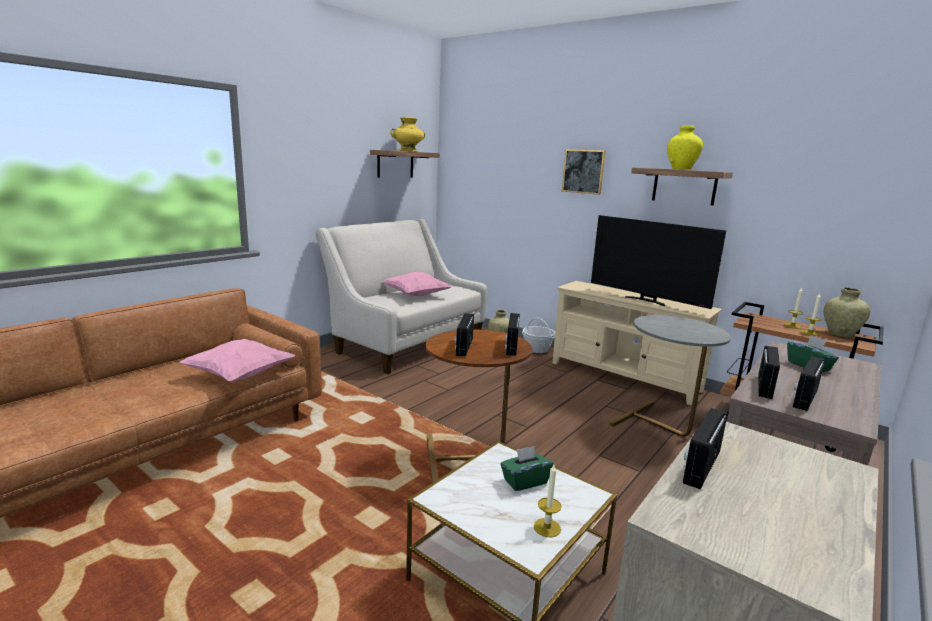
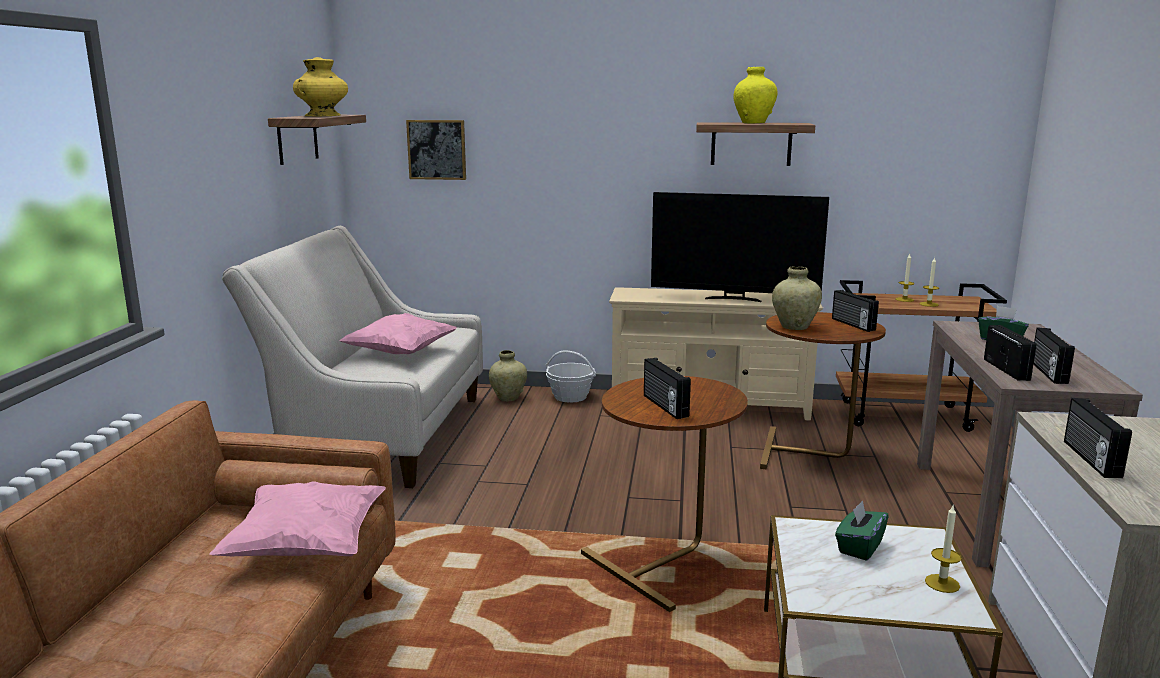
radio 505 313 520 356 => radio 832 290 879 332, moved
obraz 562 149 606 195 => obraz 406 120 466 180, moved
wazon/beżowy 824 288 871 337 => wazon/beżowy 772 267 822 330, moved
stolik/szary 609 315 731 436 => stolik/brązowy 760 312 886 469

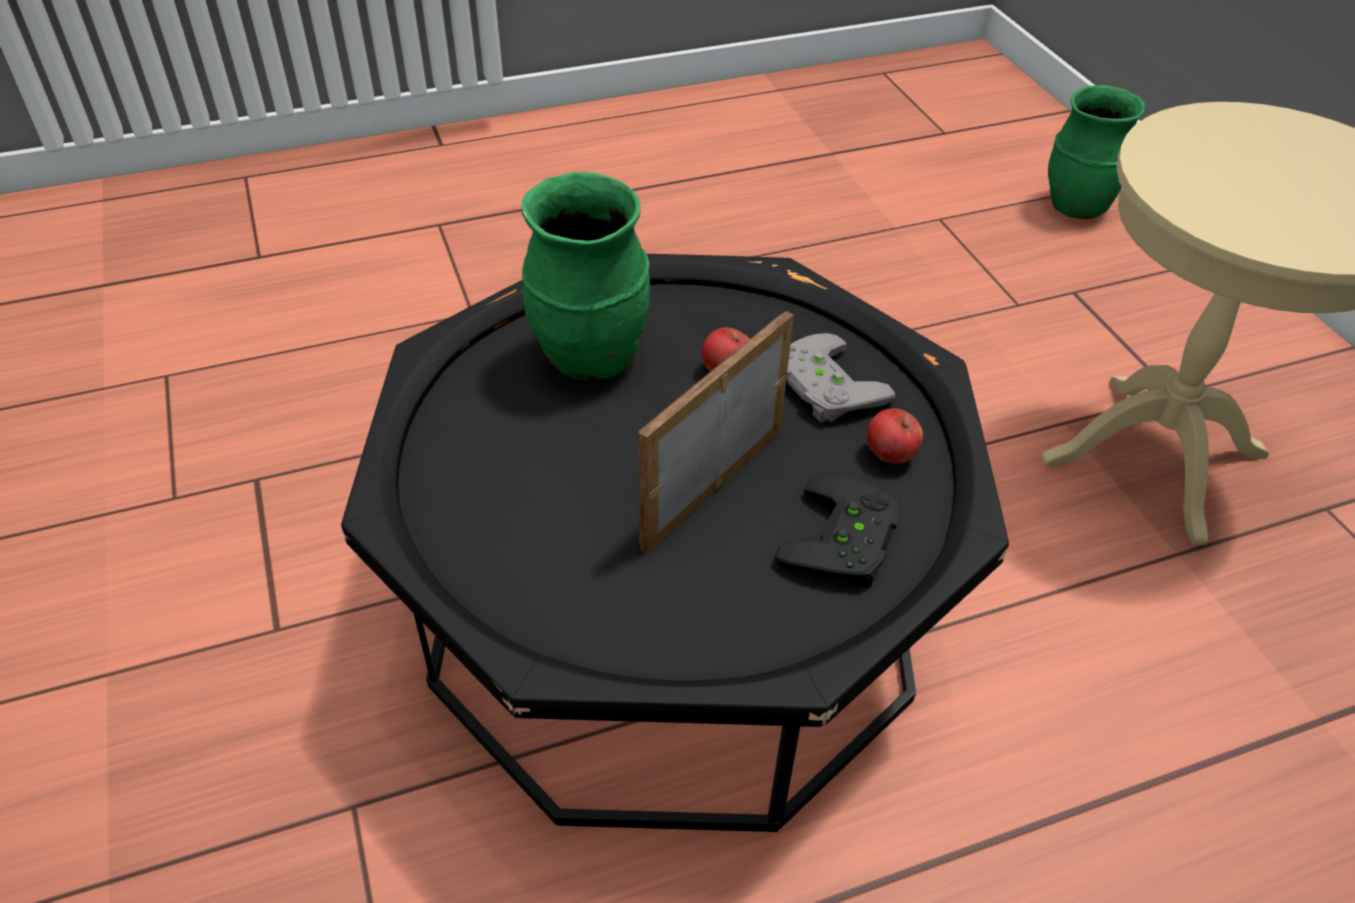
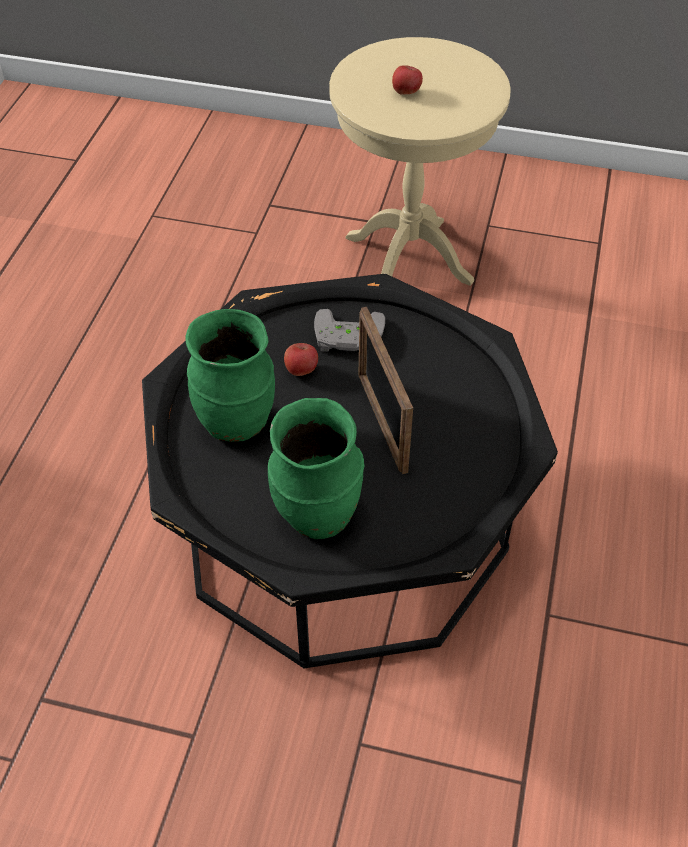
pad do gier/czarny 774 475 898 587 => nothing
jabłko 866 408 923 463 => jabłko 392 65 423 95, moved
wazon/zielony 1048 85 1145 219 => wazon/zielony 268 398 365 539, moved

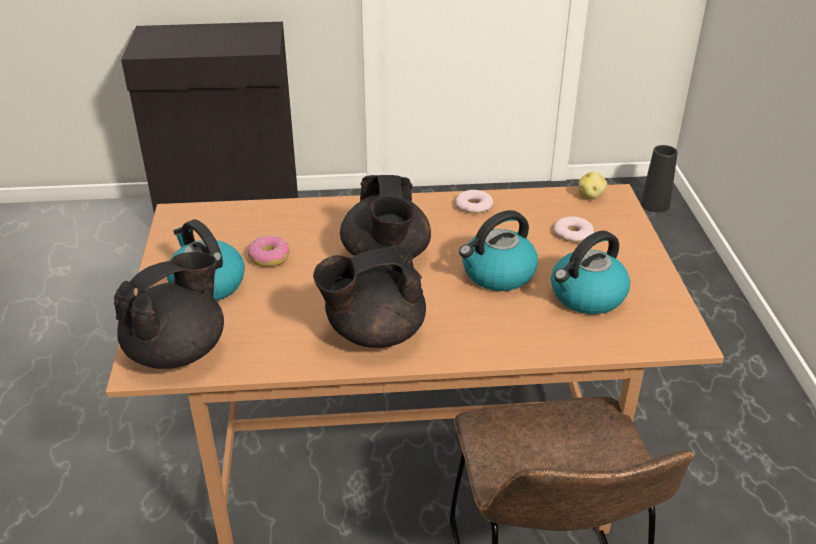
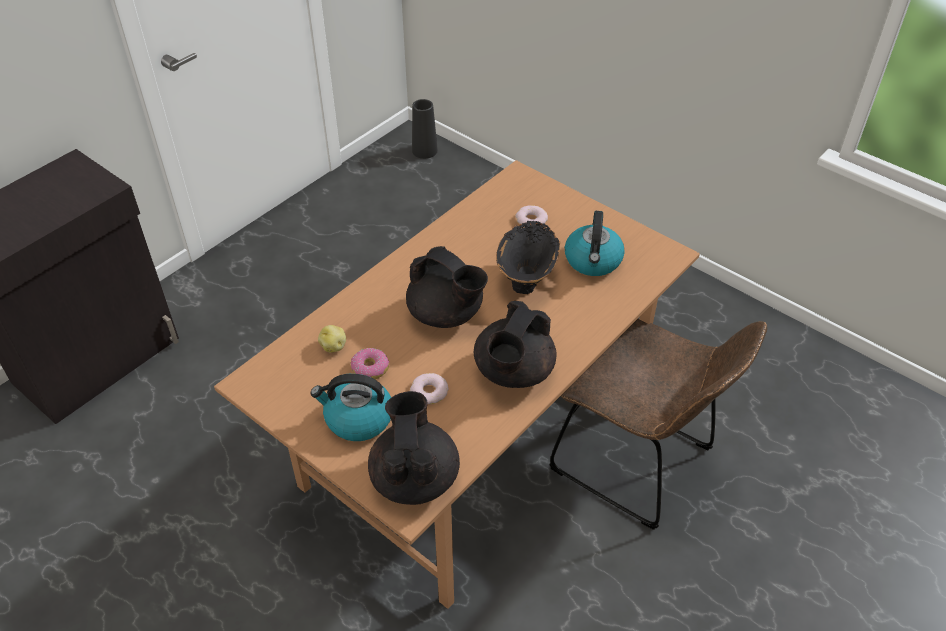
donut 455 190 493 214 => donut 410 373 449 404, moved
ziemniak 579 172 607 199 => ziemniak 318 325 346 353, moved
czajnik 459 210 538 291 => wazon/czarny 496 221 561 294

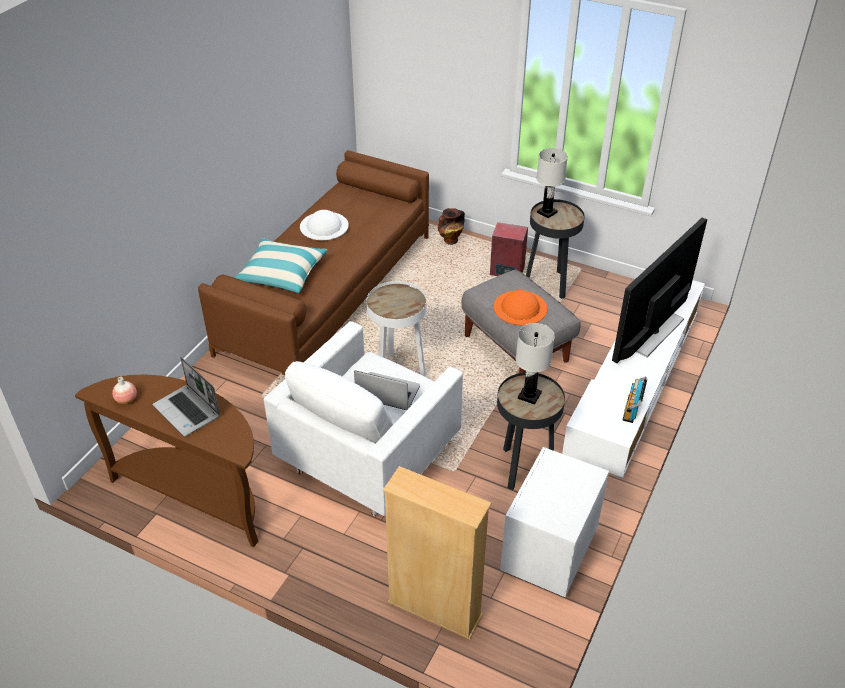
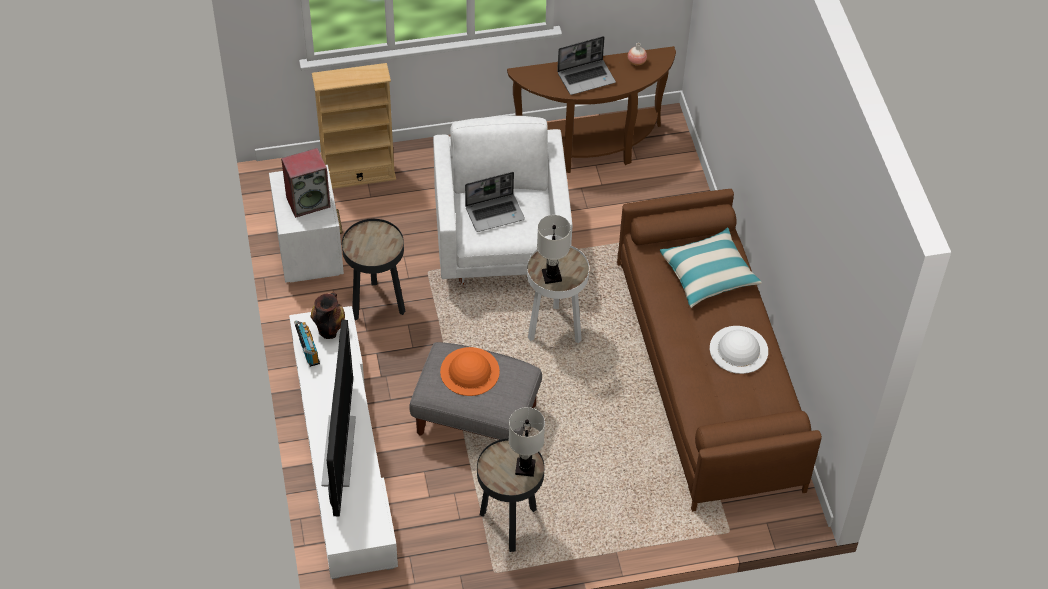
wazon 438 208 465 245 => wazon 311 292 345 339, moved
głośnik 490 222 528 276 => głośnik 281 148 331 218, moved
lampa stołowa/biały 516 323 555 405 => lampa stołowa/biały 537 215 571 284, moved
laptop 153 357 220 437 => laptop 557 36 616 95, 150 degrees clockwise

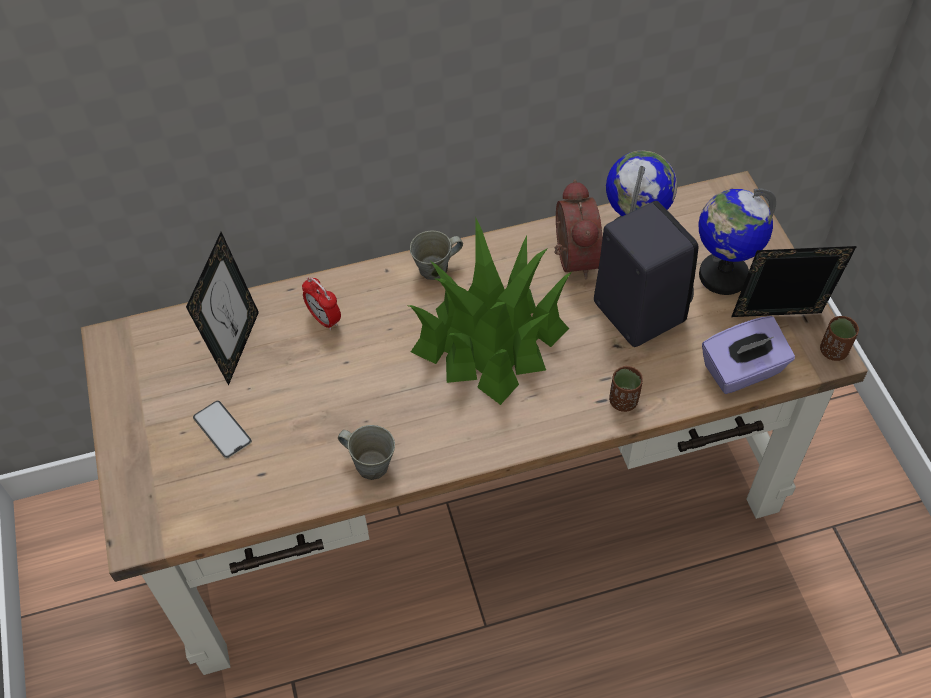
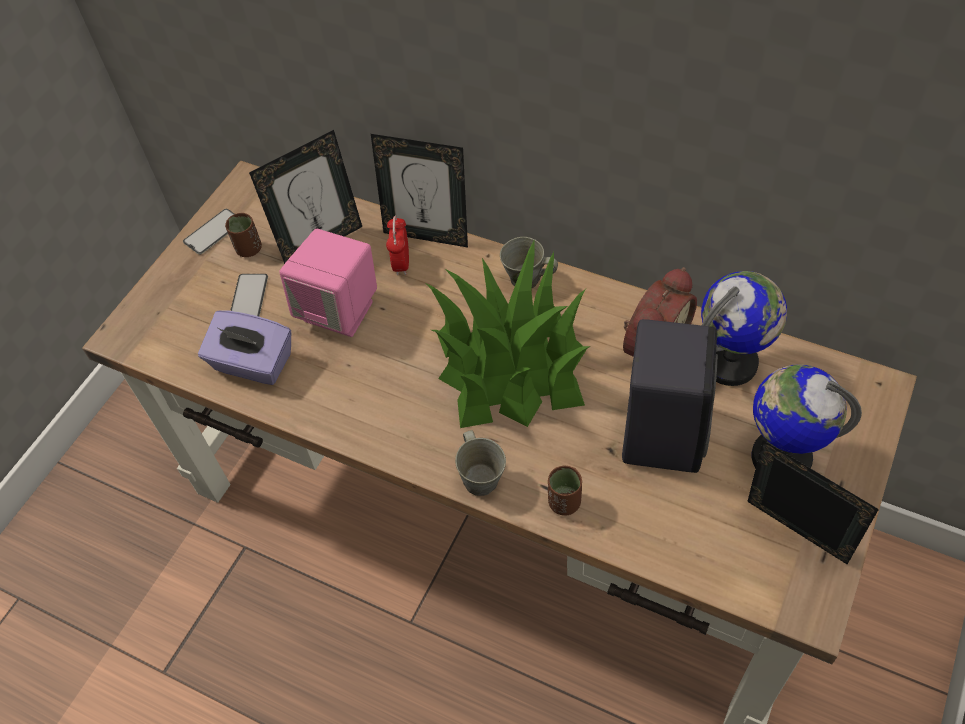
nothing => telefon 183 209 234 255
nothing => głośnik/różowy 279 229 377 337
nothing => ramka na zdjęcie 371 134 468 248
kubek/szary 338 425 395 480 => kubek/szary 455 430 506 496, moved
pudełko chusteczek/fioletowy 702 316 795 394 => pudełko chusteczek/fioletowy 198 310 291 385, moved
filiżanka/brązowy 820 316 859 361 => filiżanka/brązowy 225 213 262 257, moved

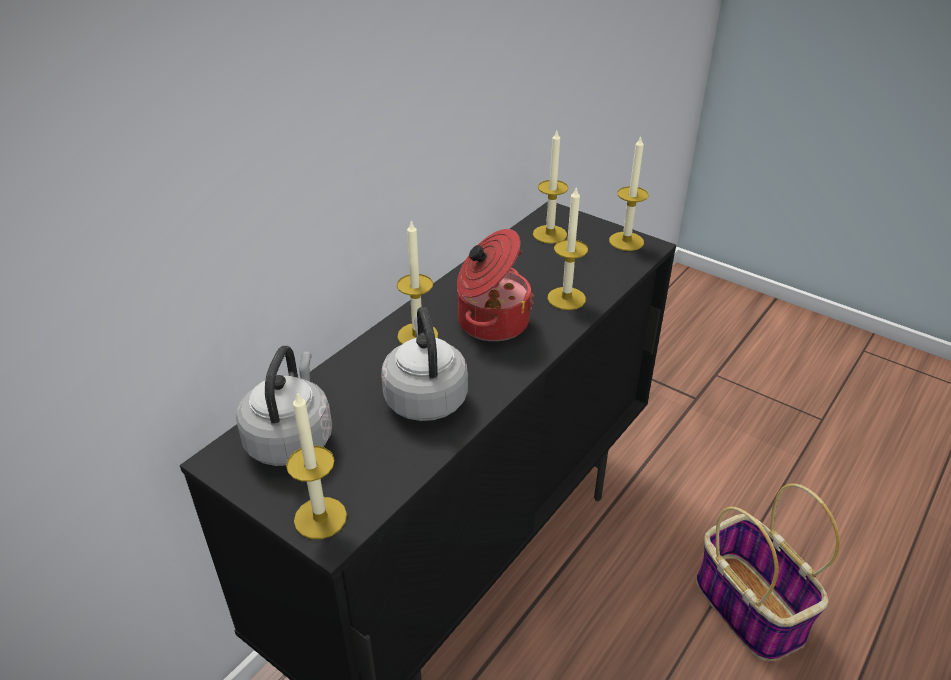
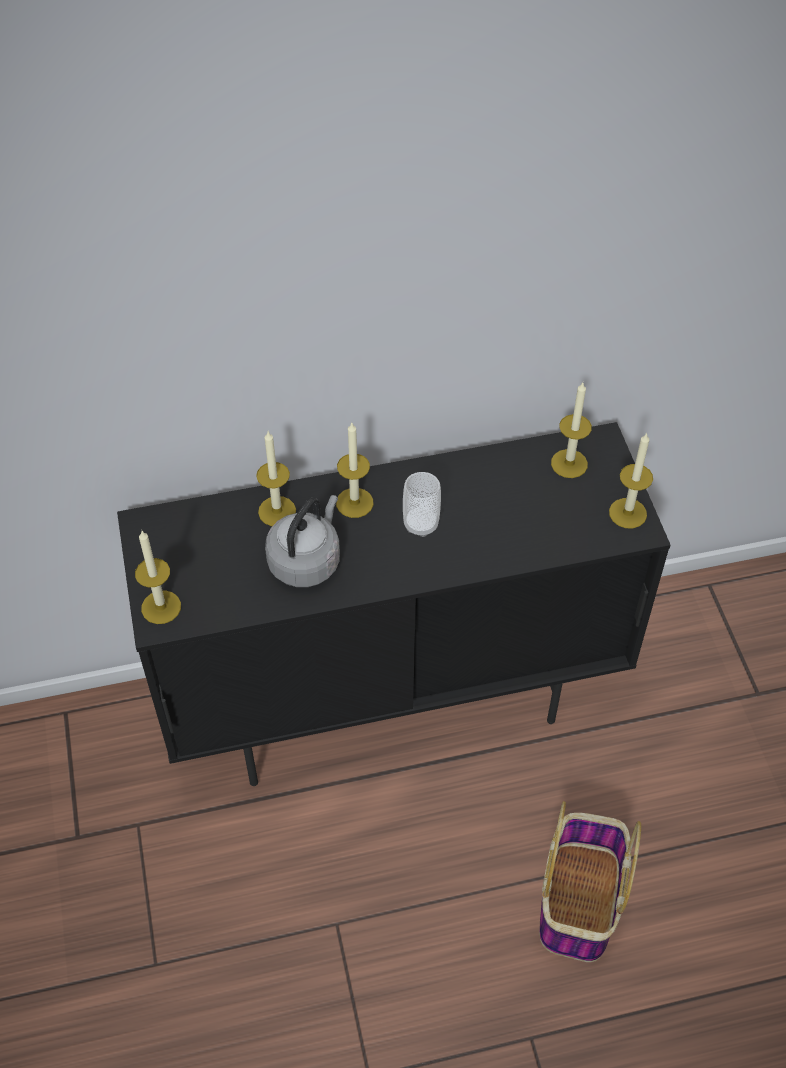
czajnik/szary 236 346 332 466 => nothing
świeca 548 186 588 310 => świeca 256 432 296 526, moved
garnek 457 229 534 341 => filiżanka 403 472 441 537

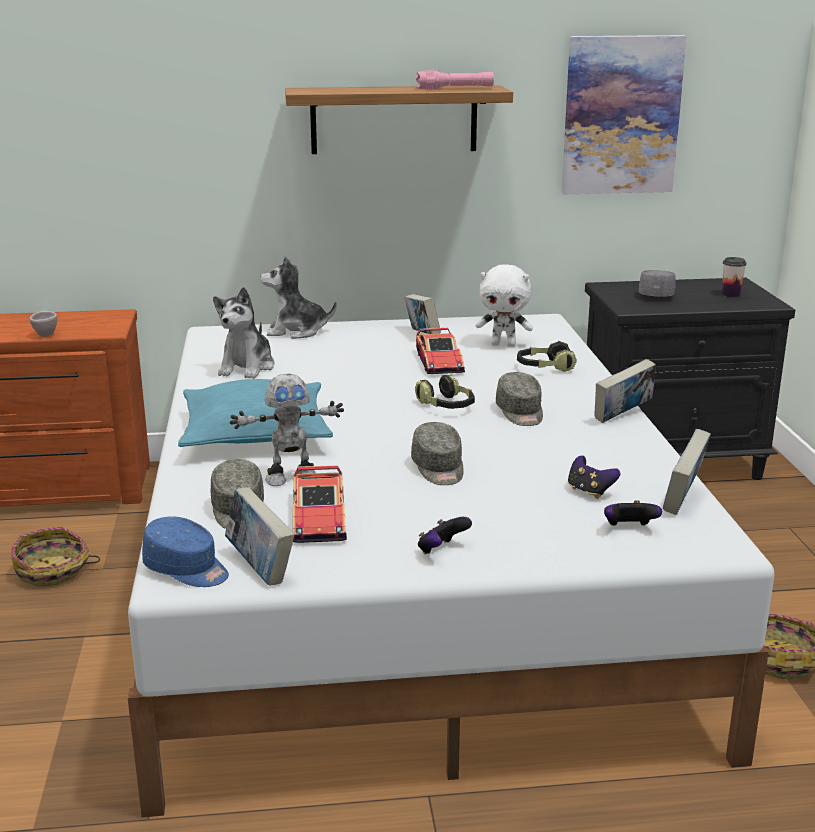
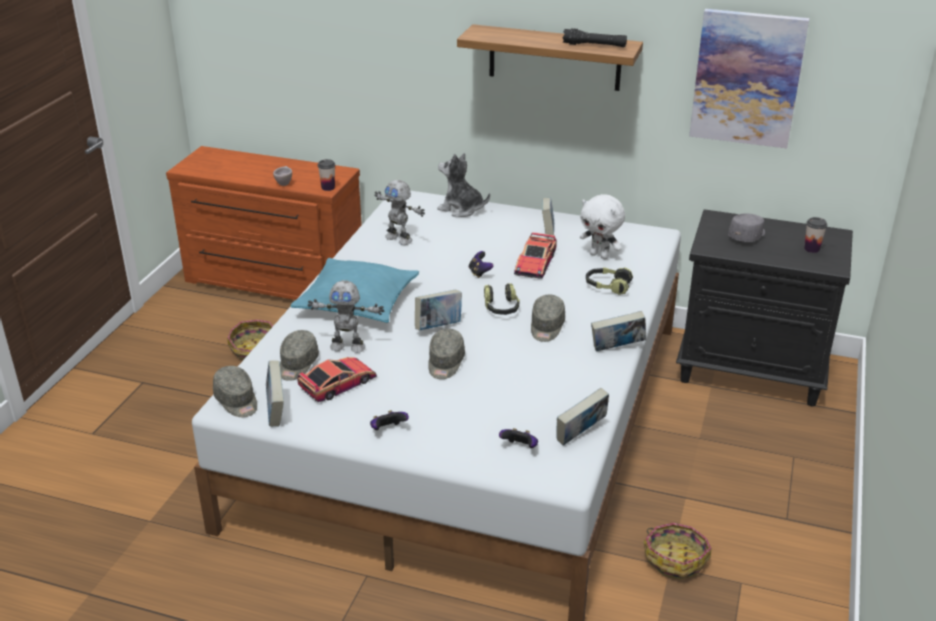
nothing => filiżanka 318 159 335 191
nothing => książka 415 290 462 330
pad do gier 568 456 620 499 => pad do gier 469 251 493 278, moved
pluszak 213 287 275 379 => robot zabawkowy 374 180 425 245
czapka z daszkiem/niebieski 142 516 229 587 => czapka z daszkiem/szary 213 366 257 417
latarka/różowy 416 70 494 90 => latarka/czarny 562 28 627 47
samochodzik 293 465 347 543 => samochodzik 297 357 377 402, 150 degrees counterclockwise

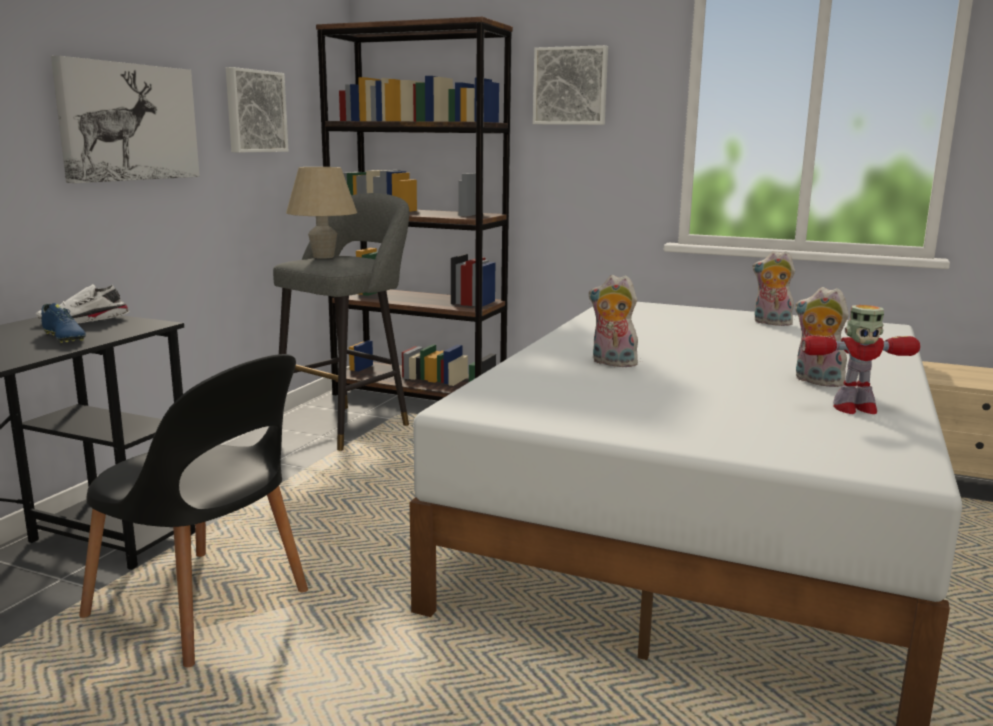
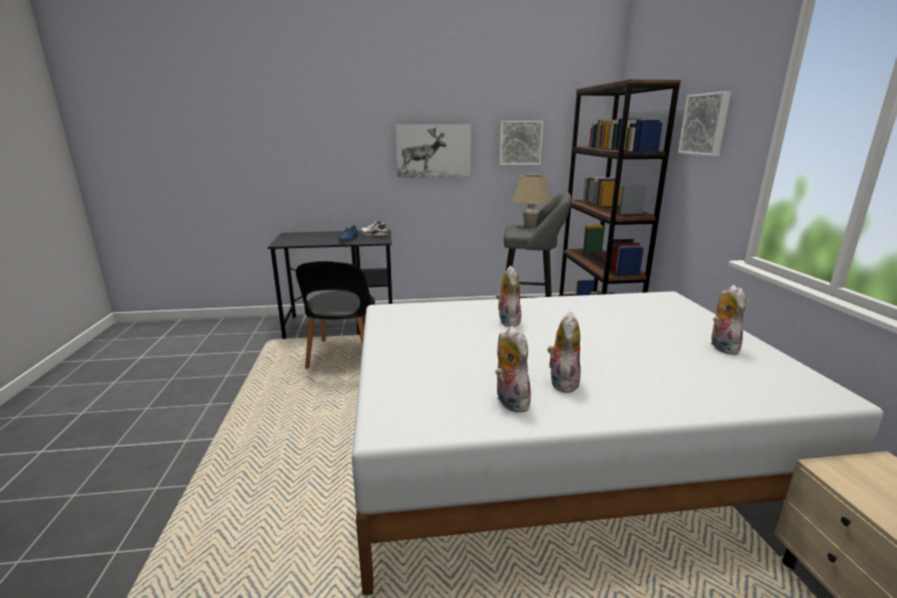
robot zabawkowy 801 305 920 414 => pluszak 495 326 531 412

